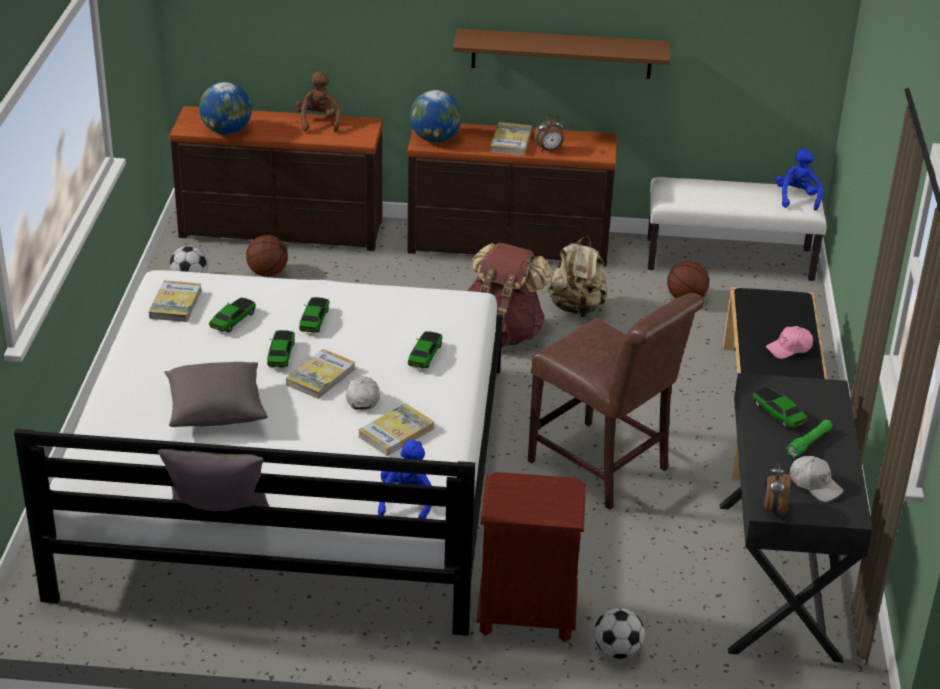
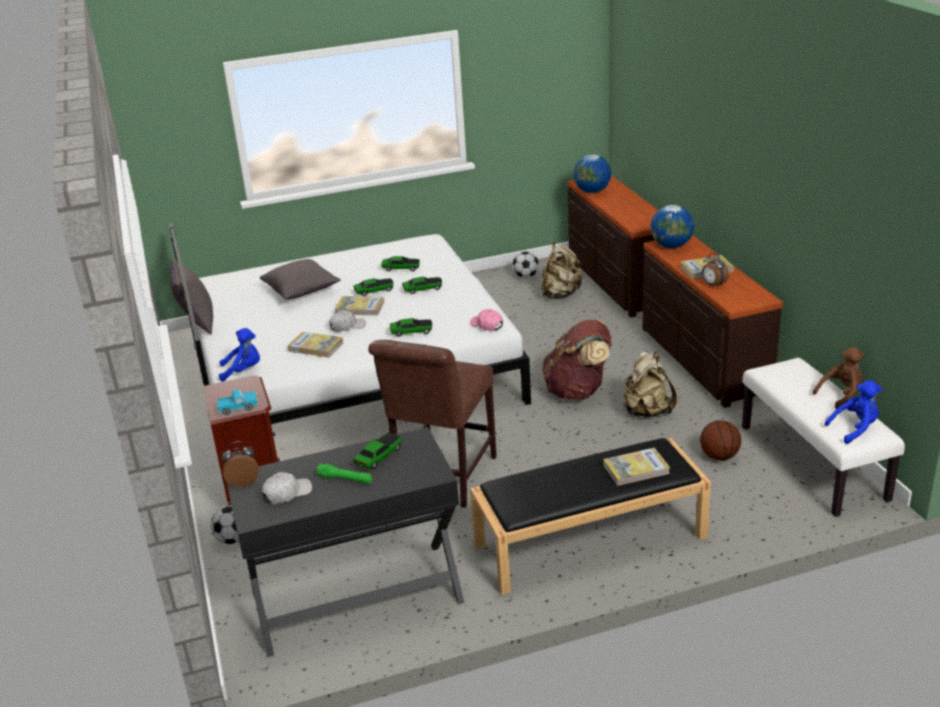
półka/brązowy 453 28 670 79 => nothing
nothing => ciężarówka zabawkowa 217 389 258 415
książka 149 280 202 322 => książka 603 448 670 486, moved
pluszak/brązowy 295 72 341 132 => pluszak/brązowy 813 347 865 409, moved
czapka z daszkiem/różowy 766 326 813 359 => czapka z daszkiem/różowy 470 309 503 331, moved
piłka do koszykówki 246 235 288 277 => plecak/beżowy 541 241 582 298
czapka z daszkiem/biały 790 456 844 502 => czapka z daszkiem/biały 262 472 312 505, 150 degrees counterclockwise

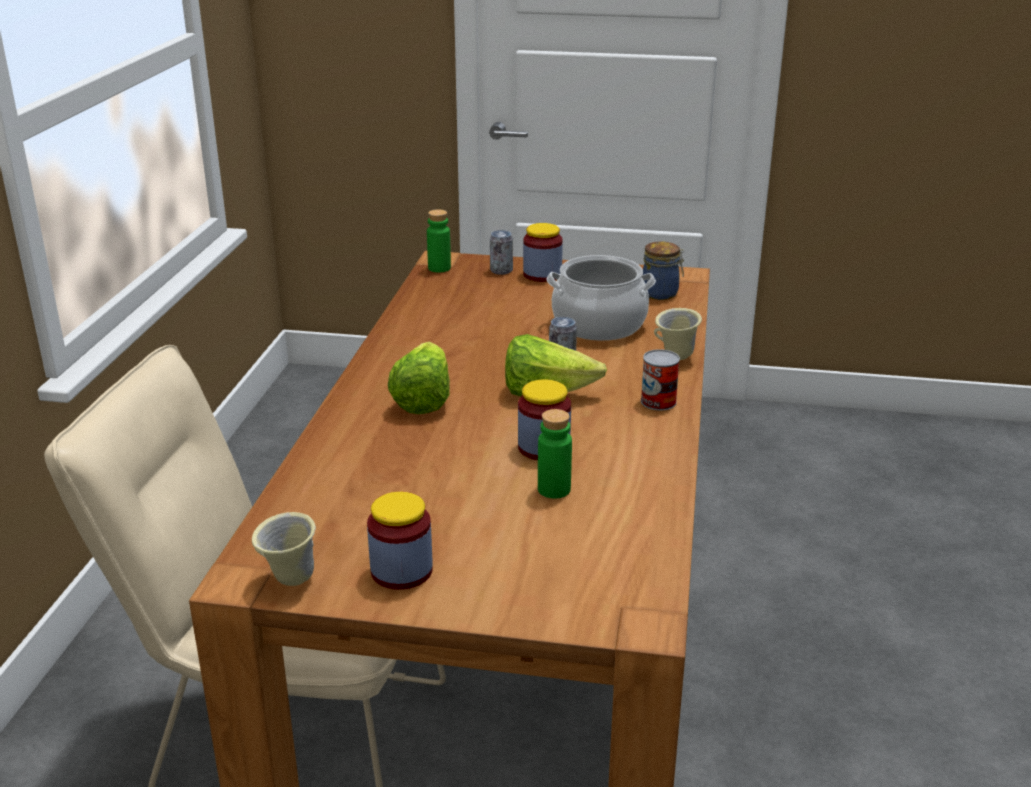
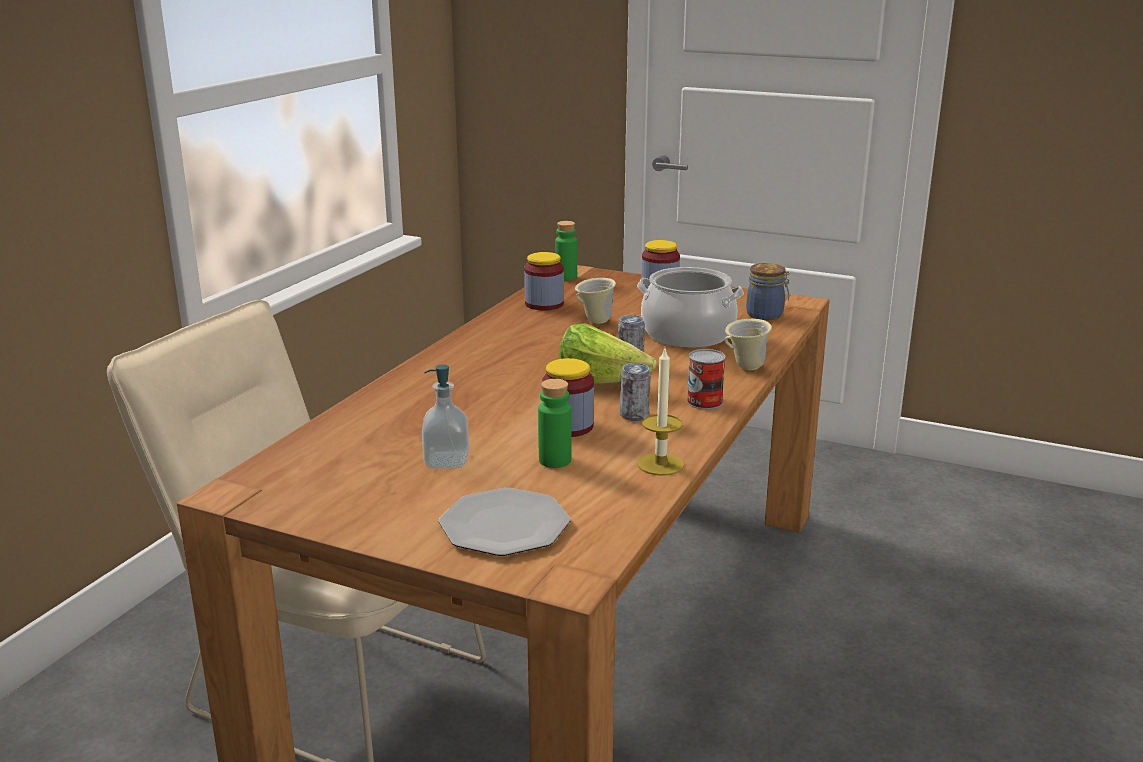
sałata 388 342 450 414 => nothing
nothing => dozownik mydła 422 364 469 469
nothing => talerz 439 487 570 556
nothing => świeca 637 349 684 475
kubek/beżowy 252 512 316 586 => kubek/beżowy 575 278 616 324, moved
słoik 367 492 433 590 => słoik 524 252 564 311, moved
puszka 490 230 513 275 => puszka 620 363 651 421, moved

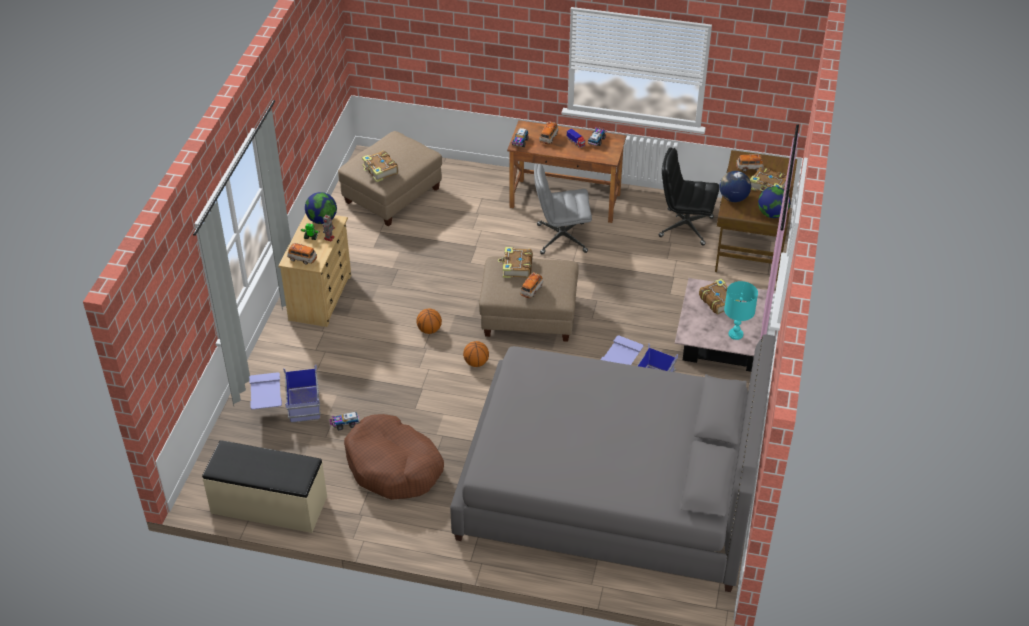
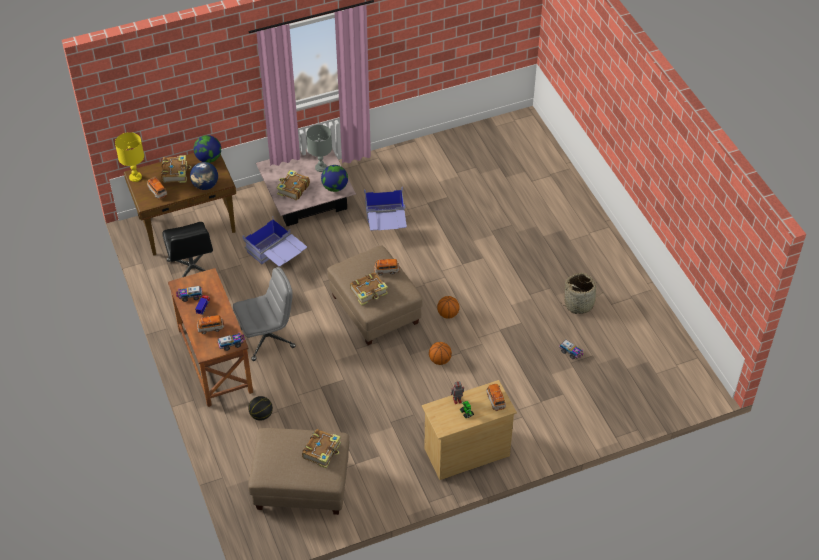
ławka/beżowy 202 440 327 533 => nothing
łóżko/szary 450 334 775 592 => nothing
nothing => lampa stołowa/żółty 115 132 144 182
nothing => piłka do koszykówki 248 396 273 421
pojemnik do przechowywania/niebieski 249 365 321 423 => pojemnik do przechowywania/niebieski 243 220 307 267, moved
globus 305 192 337 224 => globus 321 165 348 192, moved
legowisko/brązowy 344 414 444 500 => koszyk 561 273 600 314
lampa stołowa/turkusowy 724 281 758 340 => lampa stołowa/szary 306 125 332 172
krzesło biurowe/szary 534 164 592 254 => krzesło biurowe/szary 233 267 296 361, 75 degrees counterclockwise

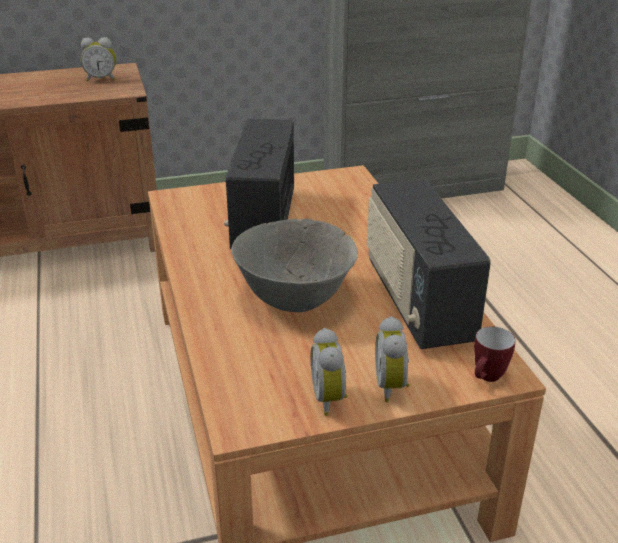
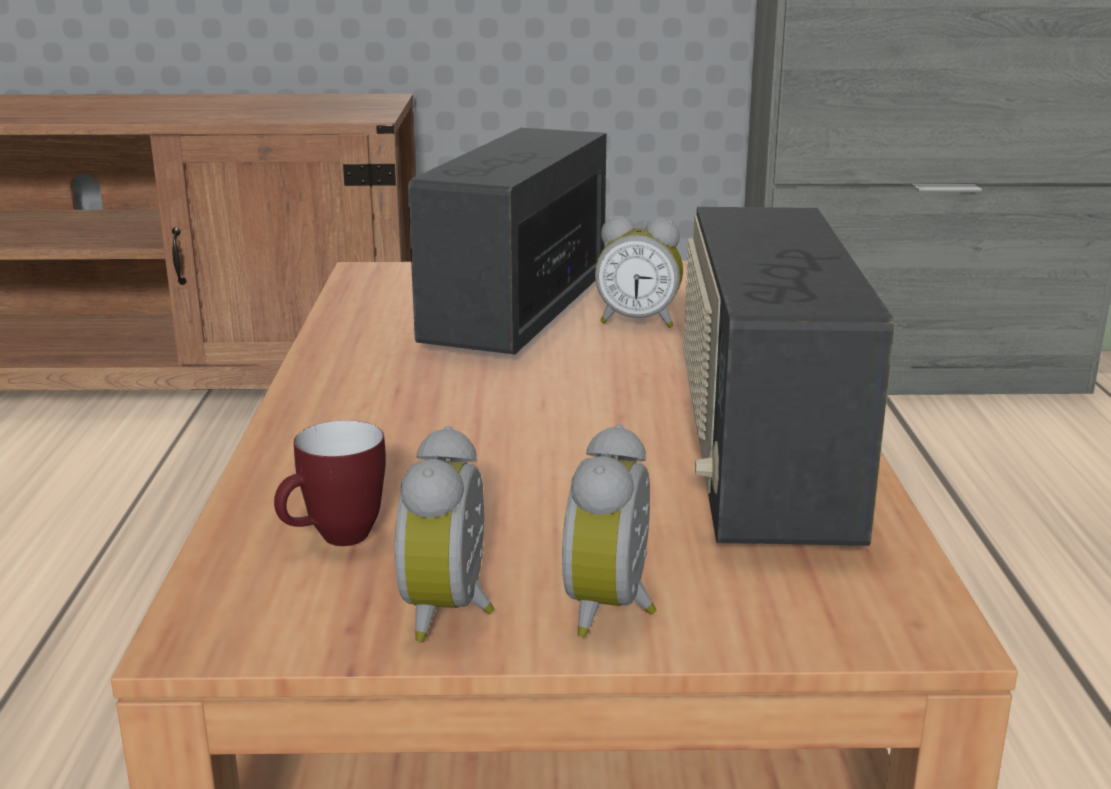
miska/szary 231 219 358 312 => nothing
budzik 81 37 116 81 => budzik 595 216 683 328, moved
kubek 474 326 516 382 => kubek 274 420 386 546, moved

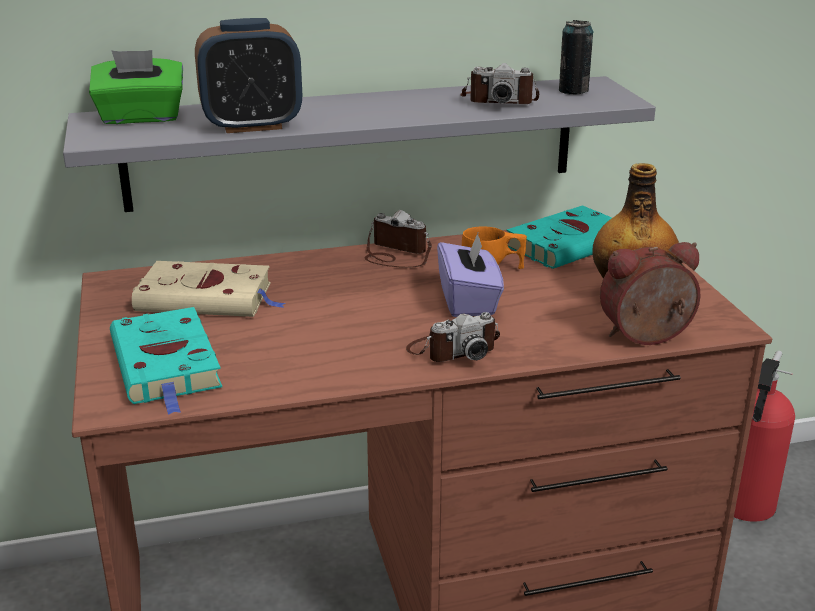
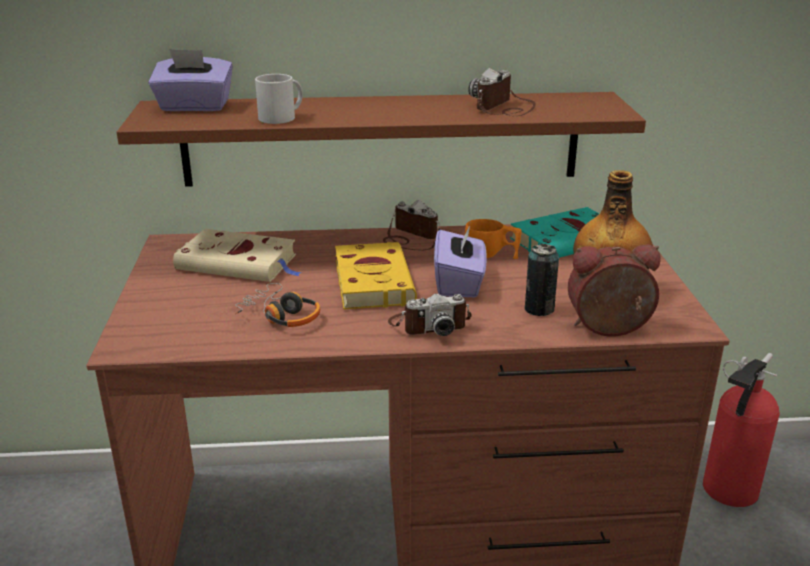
książka/turkusowy 110 307 222 415 => nothing
nothing => słuchawki 235 283 320 327
nothing => książka/żółty 335 242 417 309
puszka 559 20 594 95 => puszka 525 244 559 316, moved
budzik 195 18 302 133 => kubek/biały 255 74 303 124
półka/szary 63 76 656 212 => półka/brązowy 117 92 646 187
pudełko chusteczek/zielony 89 50 183 124 => pudełko chusteczek/fioletowy 149 49 233 111
aparat fotograficzny 460 63 539 104 => aparat fotograficzny 468 68 536 116, 105 degrees clockwise

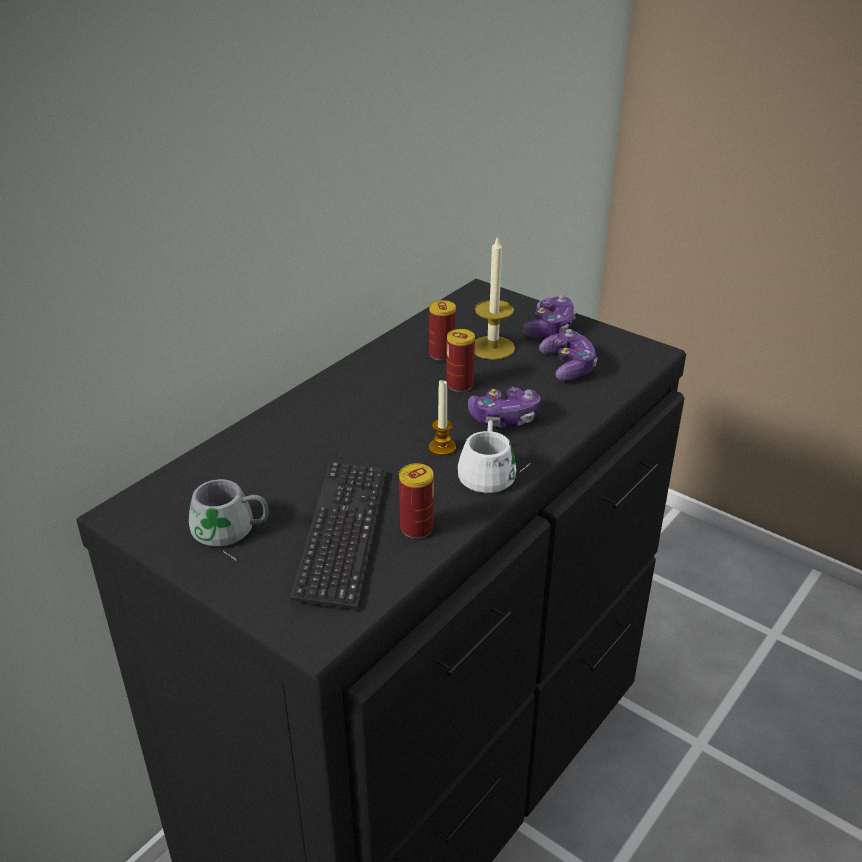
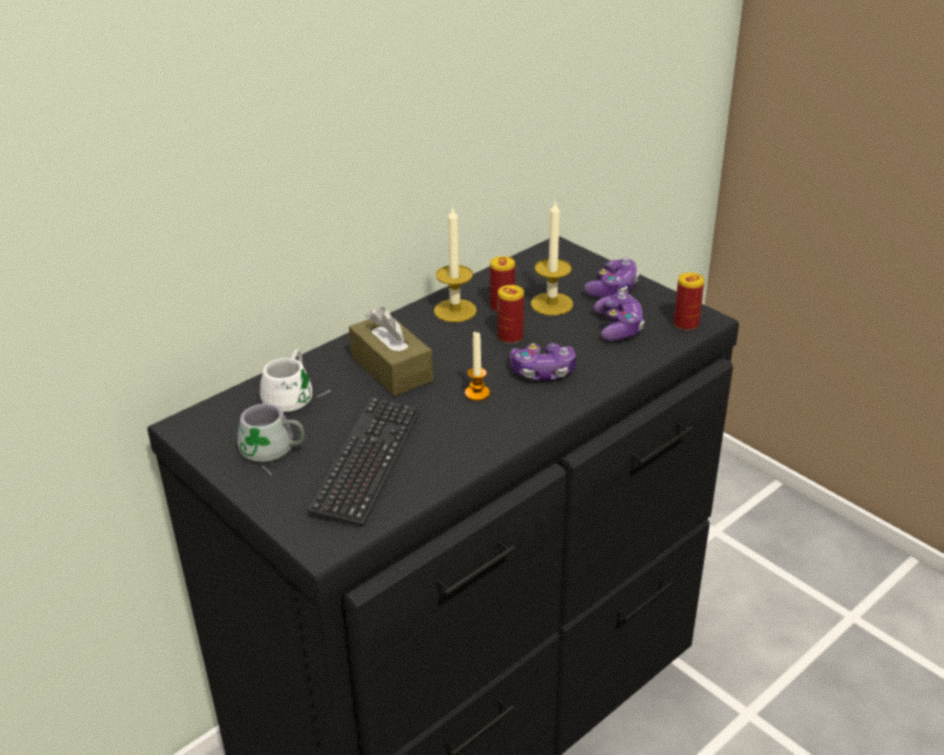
nothing => pudełko chusteczek/brązowy 349 307 433 396
nothing => świeca 434 206 477 322
puszka 399 463 434 539 => puszka 674 272 704 331, moved
kubek/biały 458 420 530 493 => kubek/biały 260 349 331 412, moved

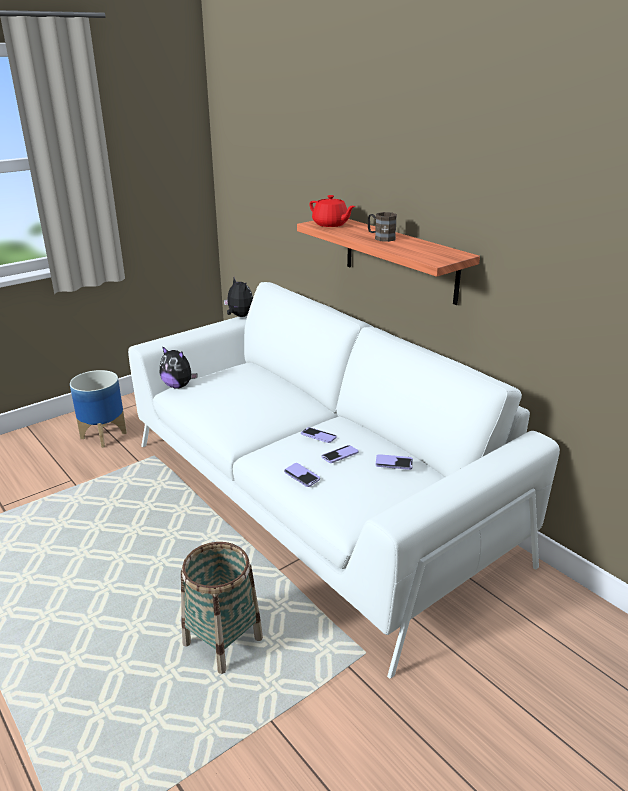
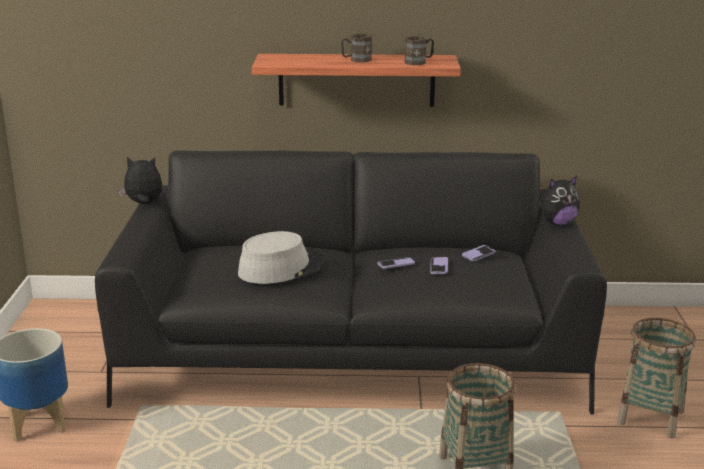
telefon 284 463 320 487 => nothing
imbryk/czerwony 309 195 355 227 => nothing
nothing => kapelusz/szary 238 231 325 284
nothing => kubek/brązowy 404 36 434 65
nothing => koszyk 617 318 696 438
pluszak 160 346 198 389 => pluszak 537 176 580 226, moved
kanapa/biały 128 282 560 679 => kanapa/czarny 95 150 607 415

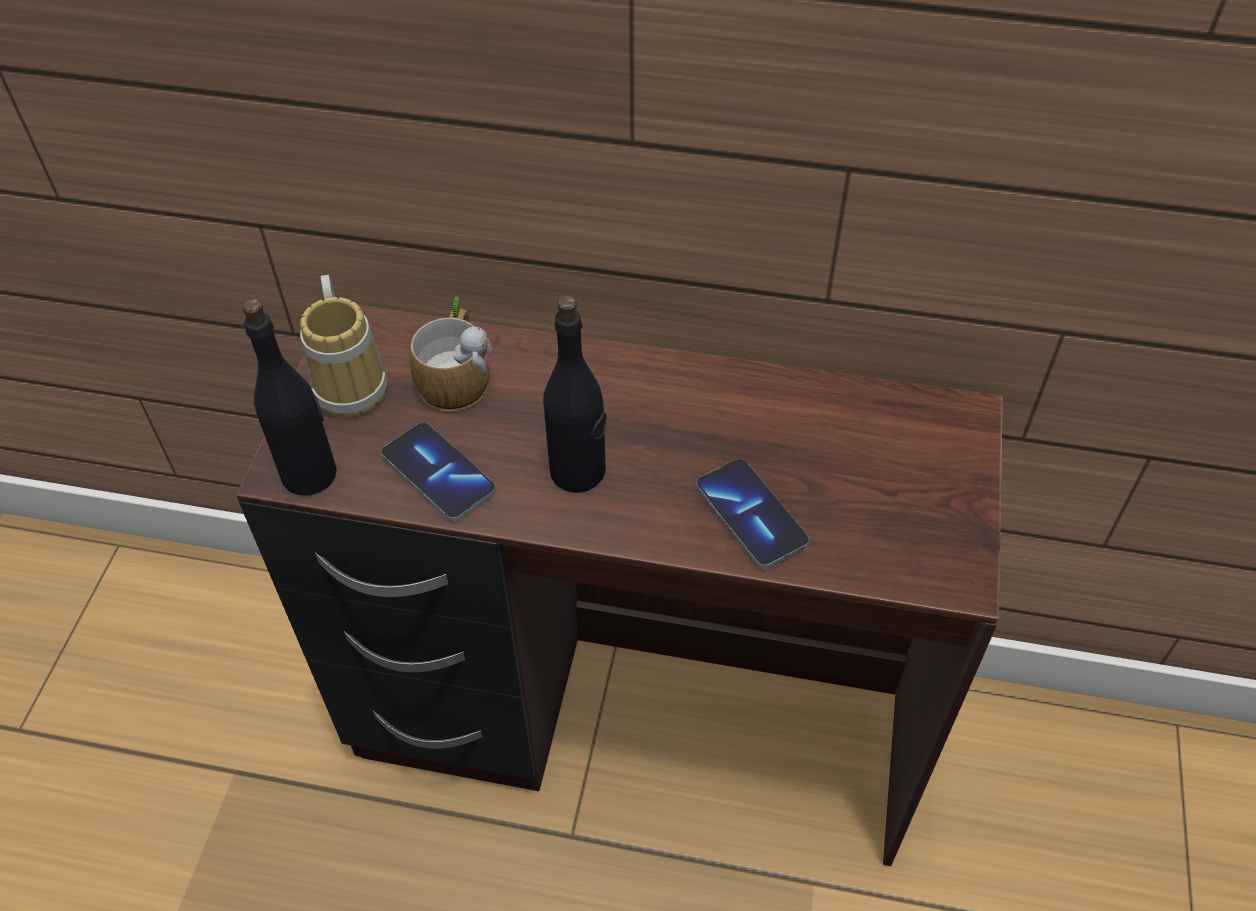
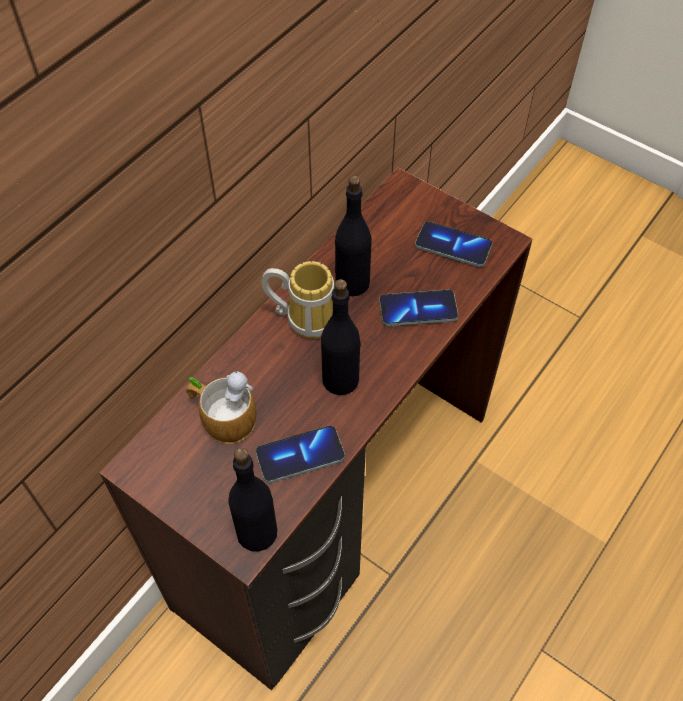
nothing => butelka/czarny 335 175 372 296
nothing => telefon 415 221 492 267
kubek 300 274 388 417 => kubek 261 261 335 339, moved

